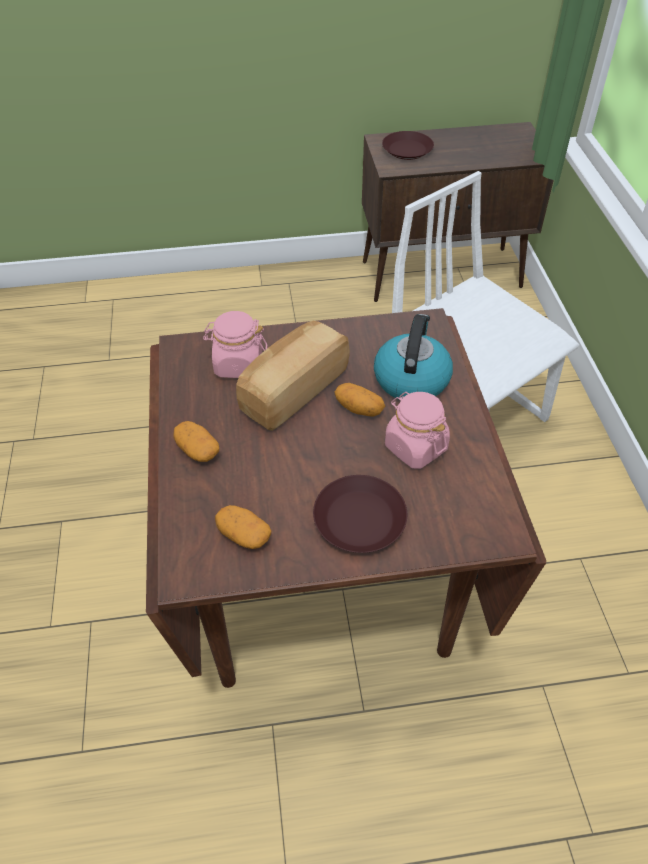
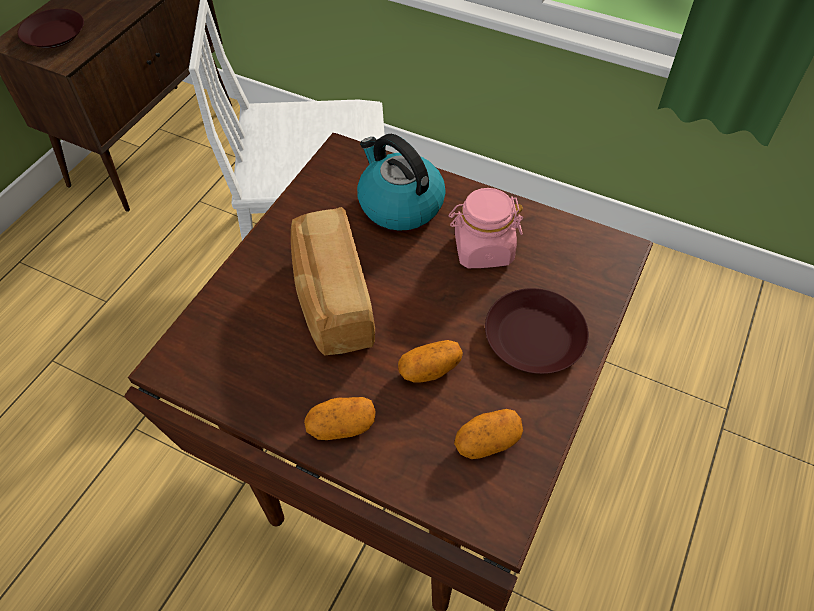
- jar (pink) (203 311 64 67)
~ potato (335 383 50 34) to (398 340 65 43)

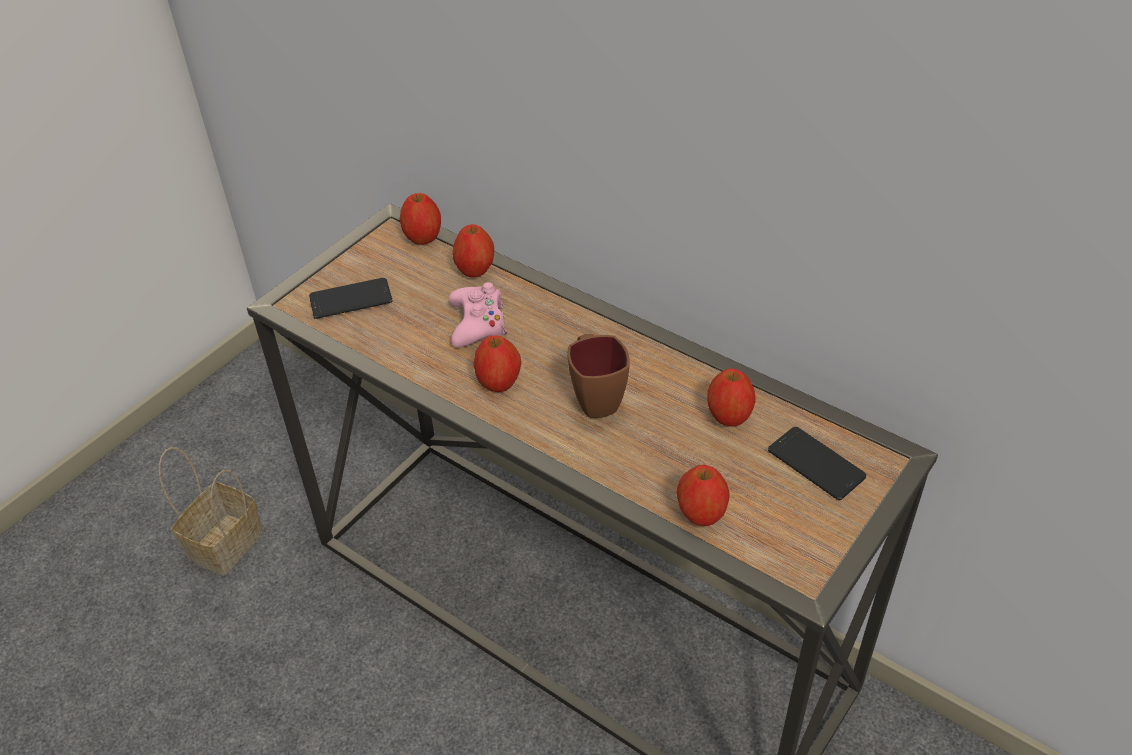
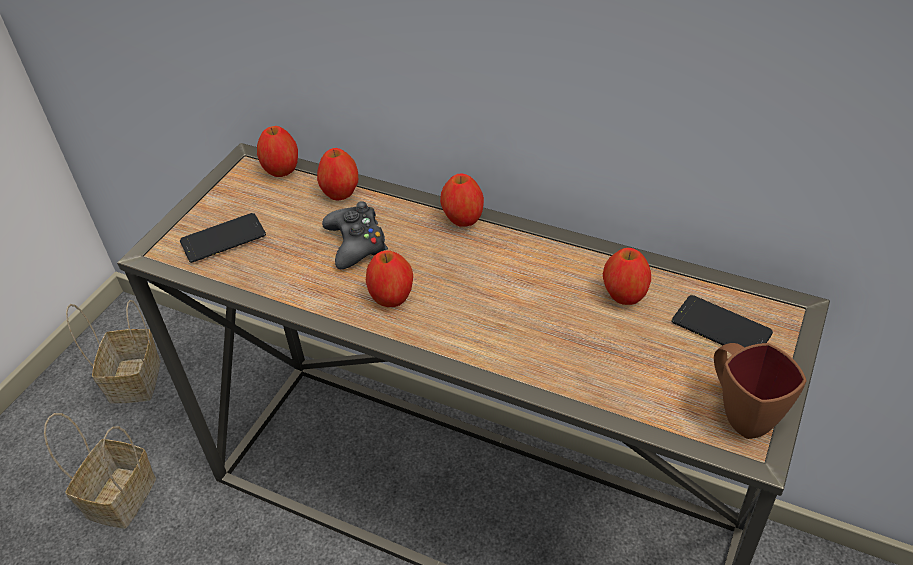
~ game controller (pink) (449 282 58 65) to game controller (black) (322 201 66 68)
~ mug (brown) (568 334 62 84) to (714 343 93 96)
~ apple (676 465 54 61) to (440 174 44 53)
+ basket (66 300 94 103)

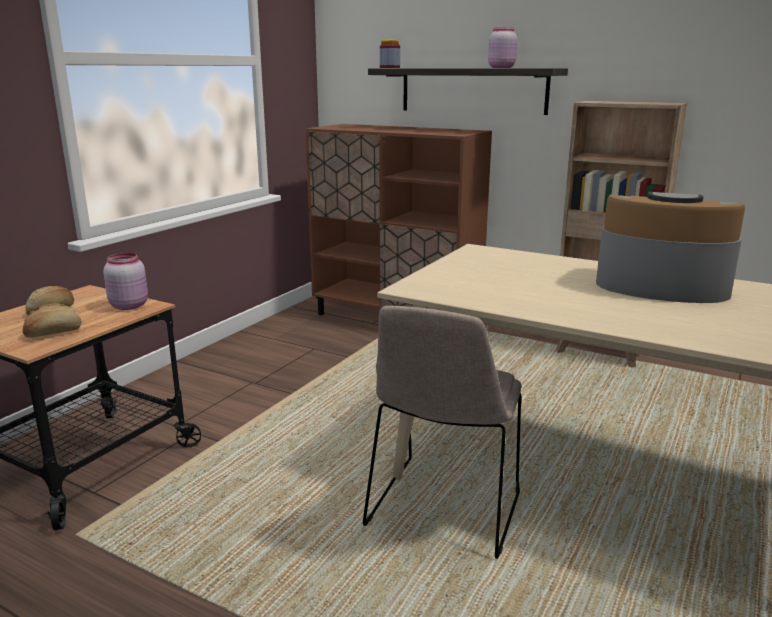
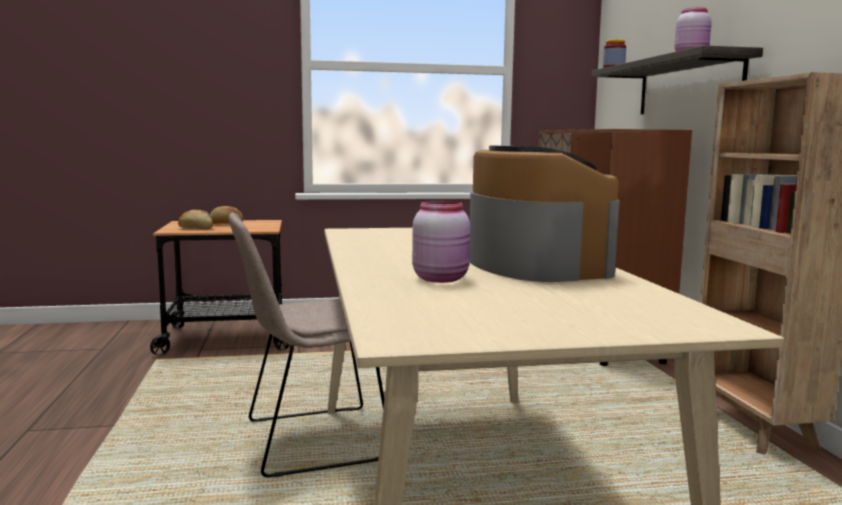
~ jar (pink) (103 253 45 57) to (412 201 58 82)

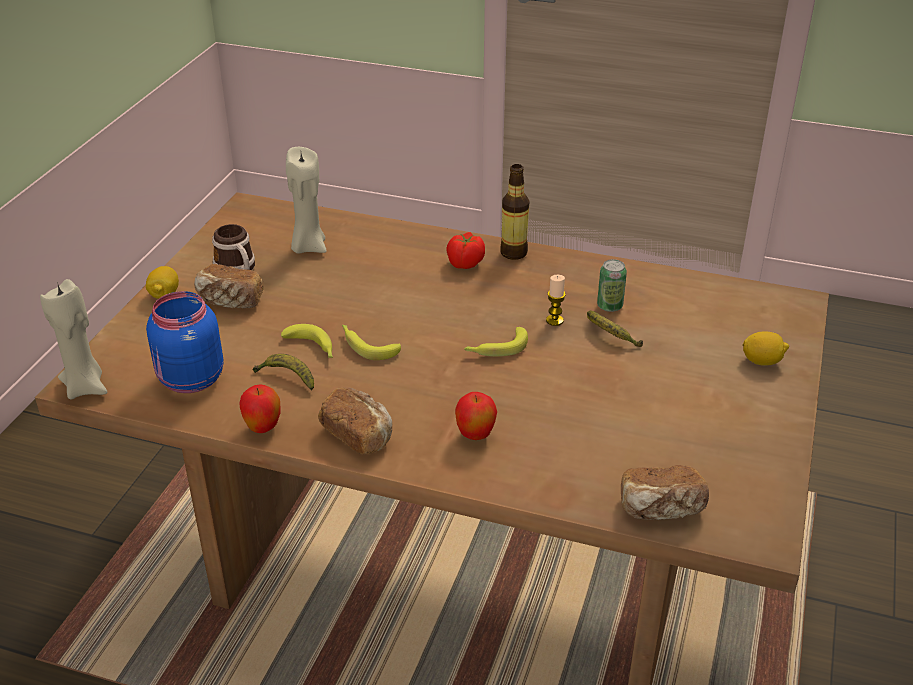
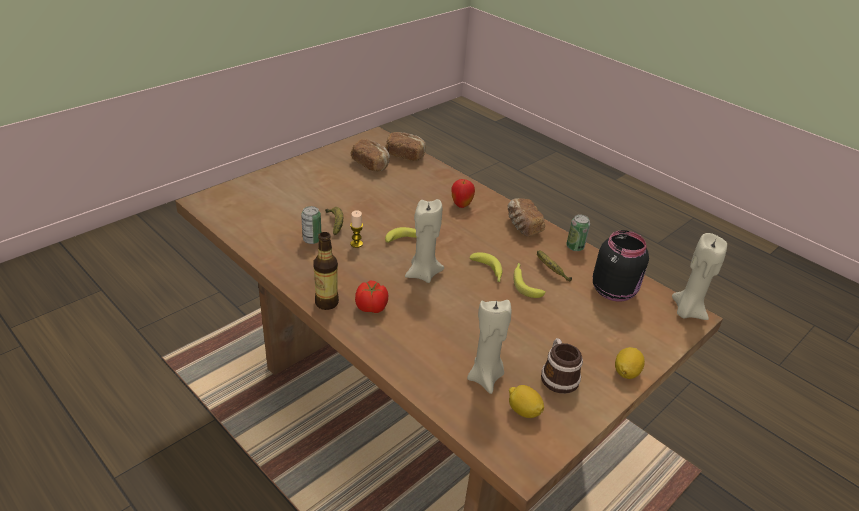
~ jar (blue) (146 291 78 102) to jar (black) (593 230 56 72)
~ bread (194 264 70 45) to (351 139 39 32)
~ apple (239 384 42 49) to can (566 214 24 37)
~ lemon (742 331 47 35) to (509 385 35 33)
+ candle (beige) (405 199 39 84)

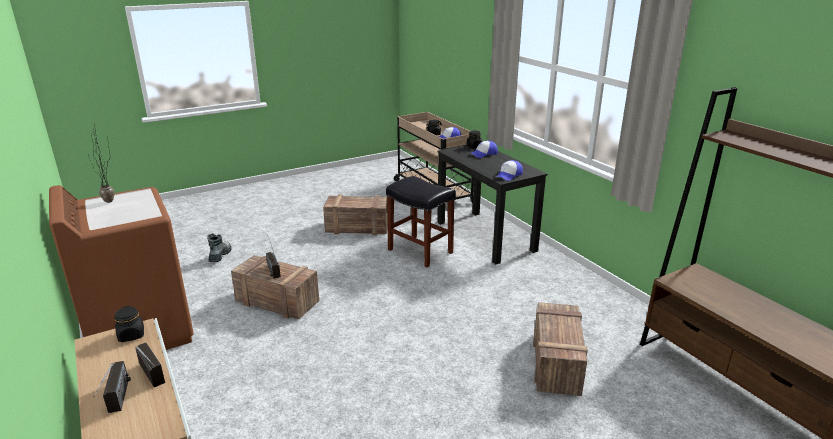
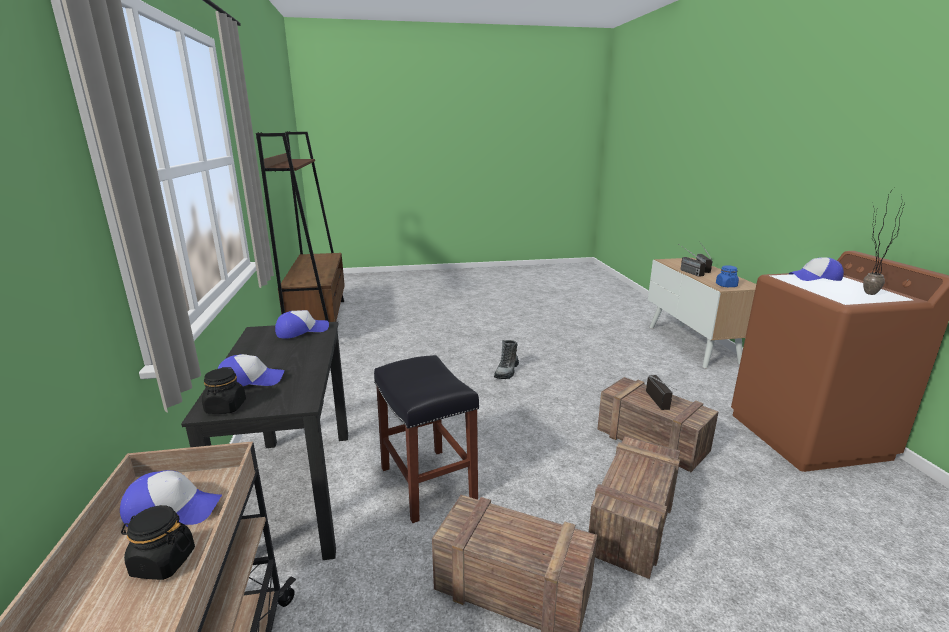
~ jar (black) (114 306 30 36) to jar (blue) (716 265 23 22)
~ boot (207 234 25 28) to (494 340 25 39)
~ crate (533 302 55 94) to (589 436 91 143)
+ cap (789 257 55 24)

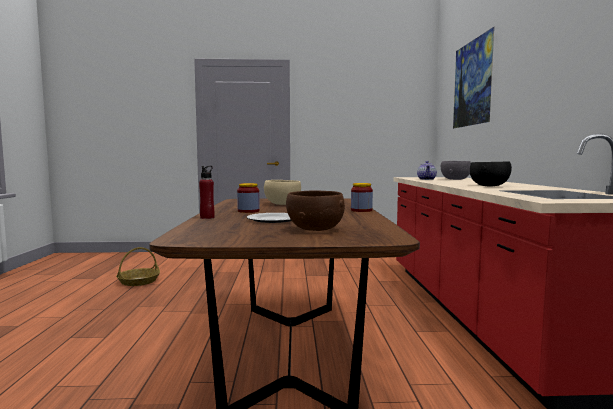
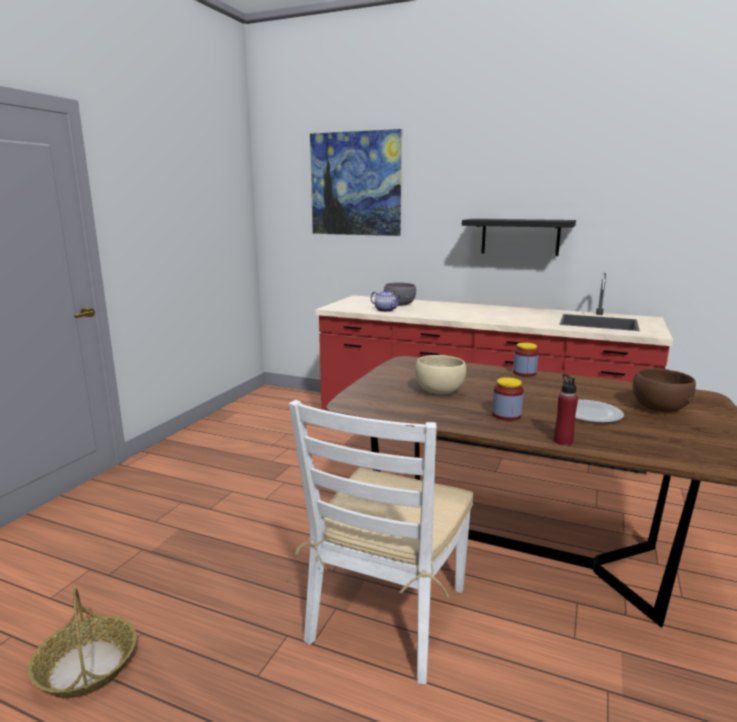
- bowl (black) (470 161 42 25)
+ chair (white) (289 400 185 284)
+ shelf (black) (462 219 114 37)

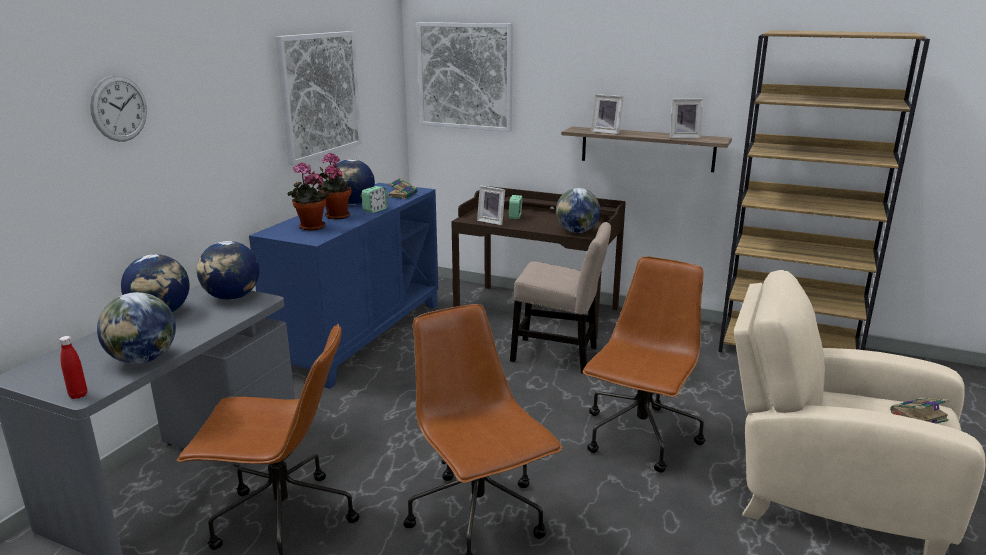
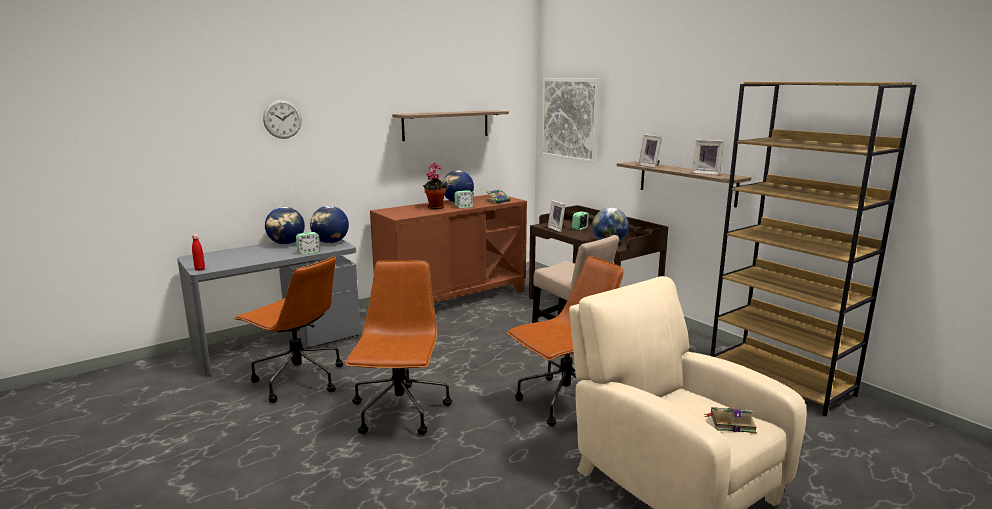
- globe (97 292 79 72)
~ cabinet (blue) (249 183 189 206) to cabinet (brown) (370 195 157 108)
~ picture (275 31 87 134) to shelf (392 110 117 31)
- potted plant (287 162 42 69)
+ alarm clock (296 232 24 22)

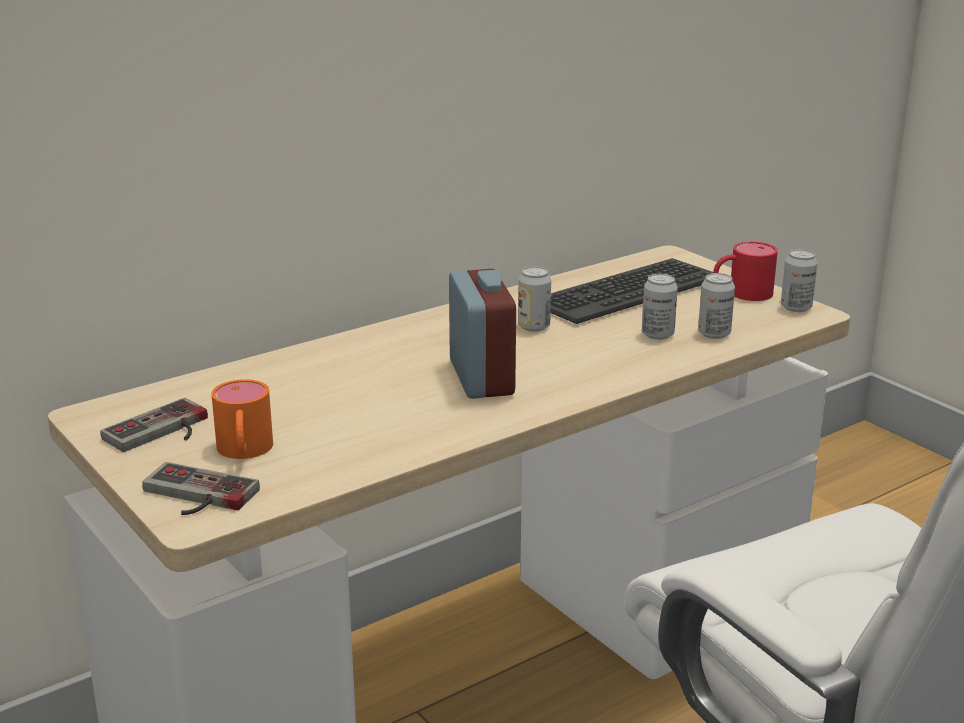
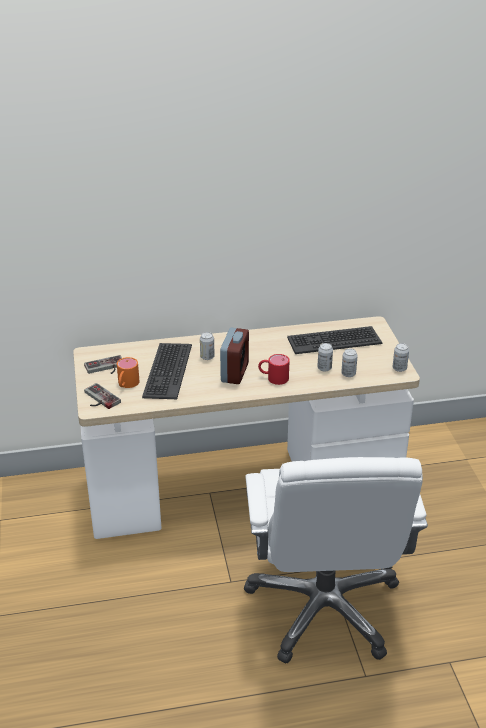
~ can (518 267 33 65) to (200 332 14 28)
~ mug (red) (713 242 65 59) to (258 354 32 31)
+ keyboard (142 343 50 56)

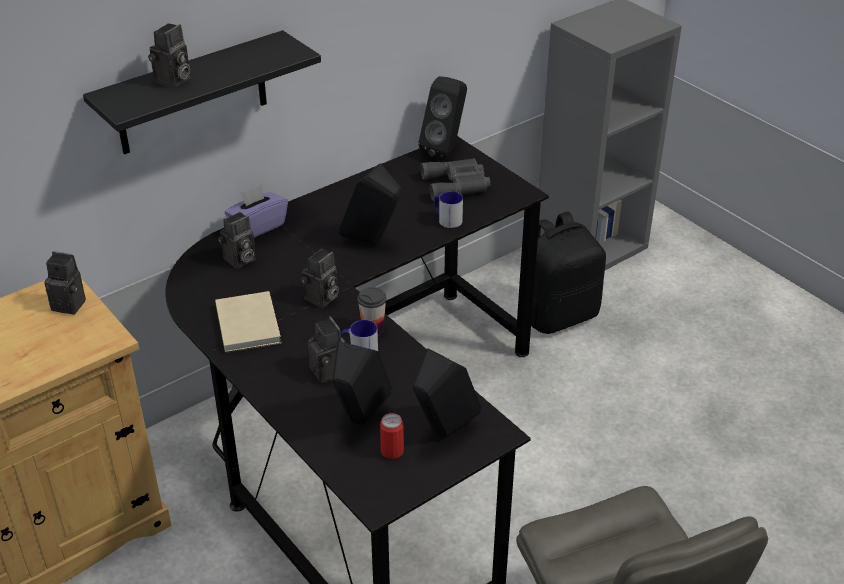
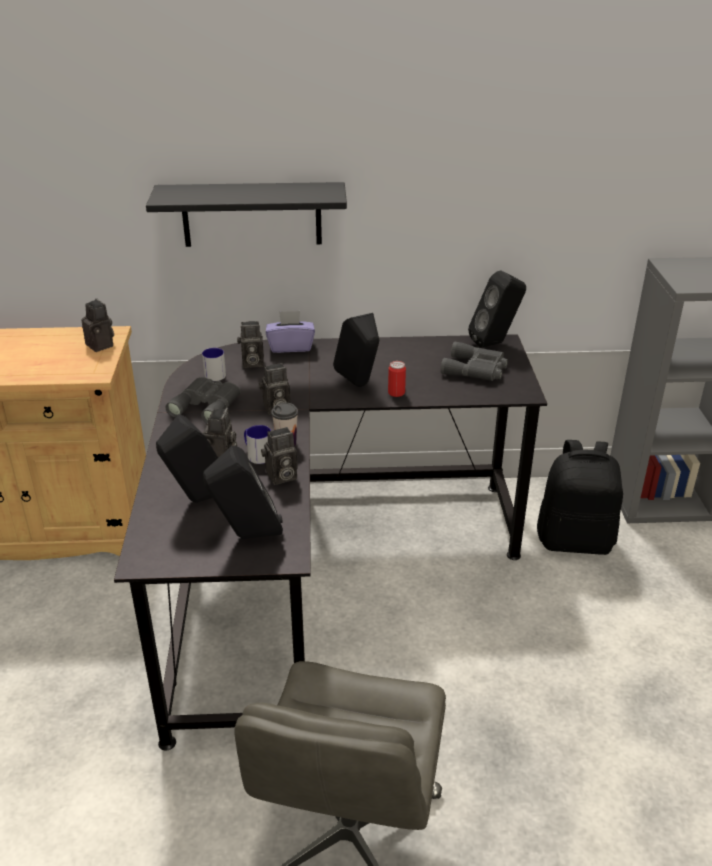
~ photo camera (148 23 42 65) to (261 427 37 58)
~ book (beige) (215 291 66 62) to binoculars (grey) (165 377 76 47)
~ can (380 413 24 46) to (388 361 18 36)
~ mug (434 191 29 37) to (202 348 24 33)

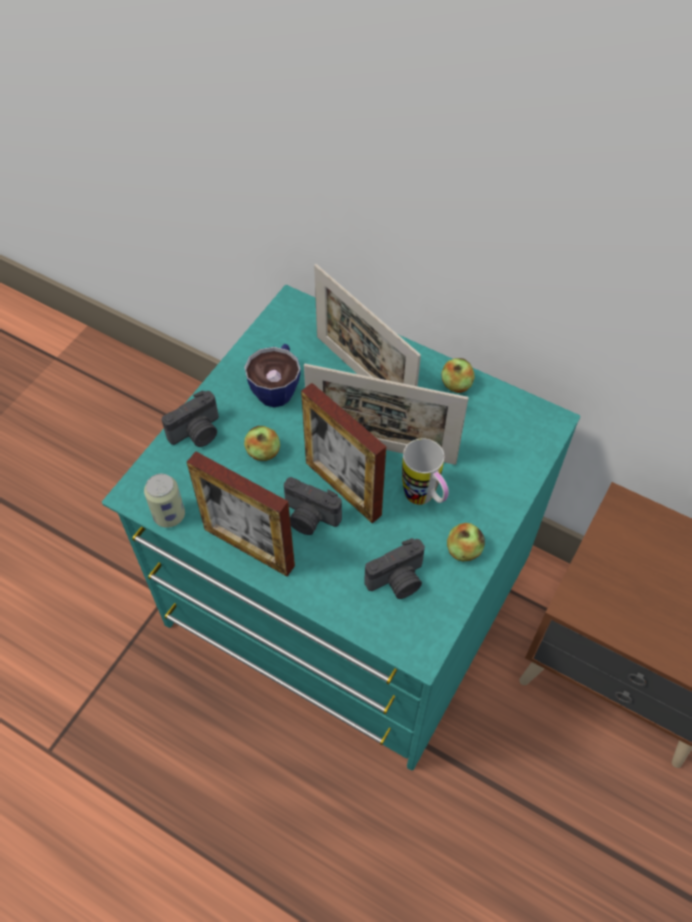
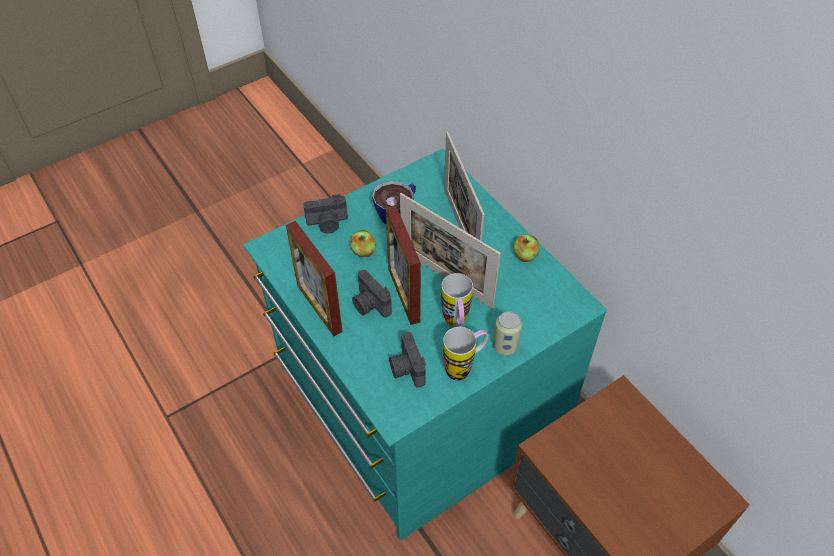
~ can (144 474 41 54) to (493 312 29 43)
~ photo camera (364 538 61 61) = (389 332 37 56) 75 degrees clockwise
~ apple (447 523 38 38) to mug (443 327 45 54)

